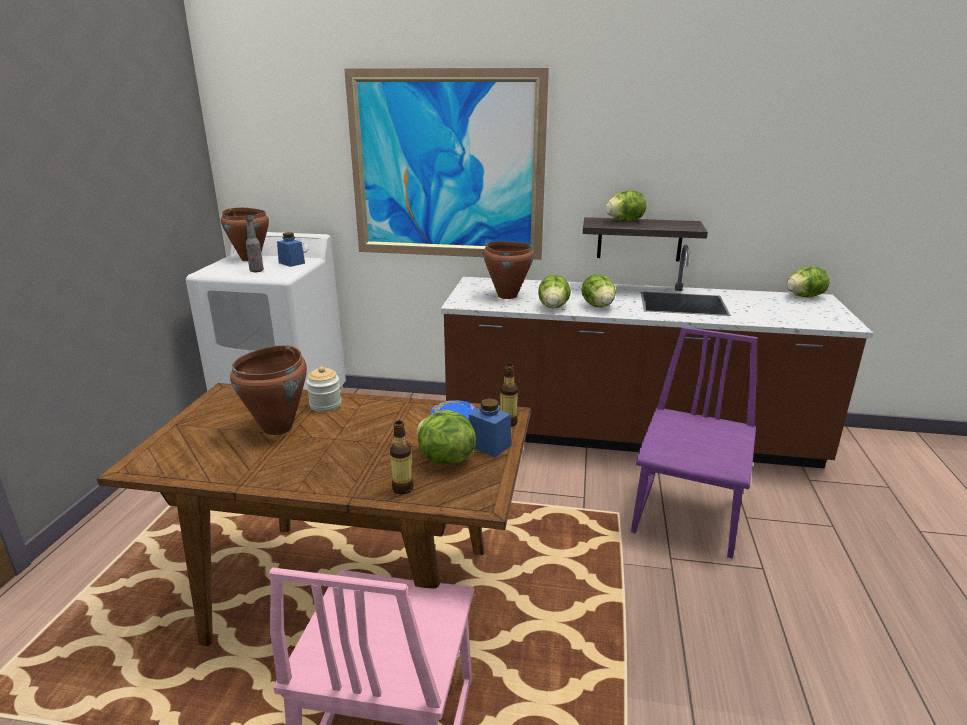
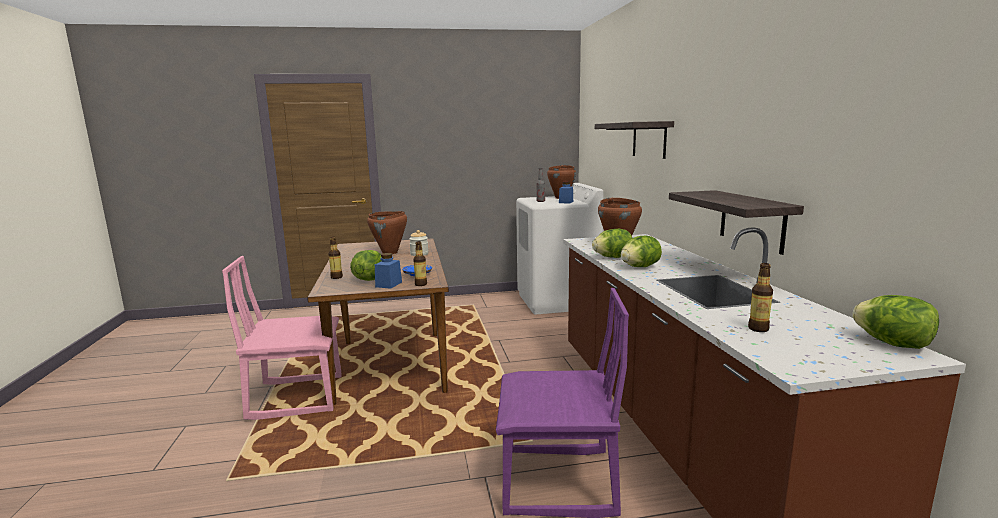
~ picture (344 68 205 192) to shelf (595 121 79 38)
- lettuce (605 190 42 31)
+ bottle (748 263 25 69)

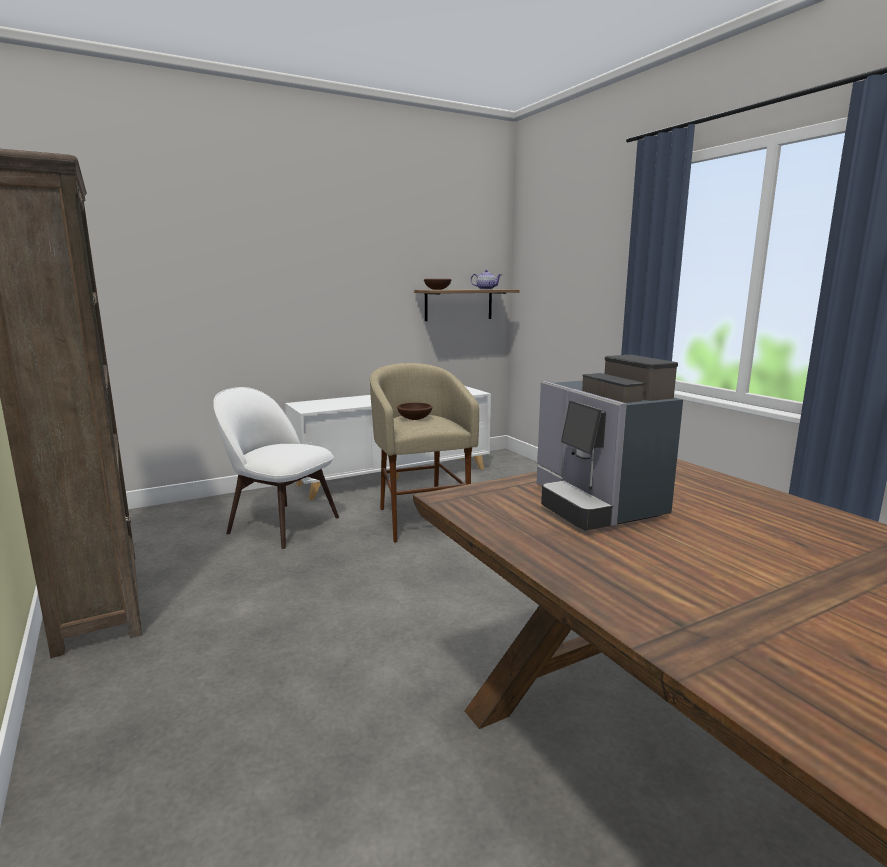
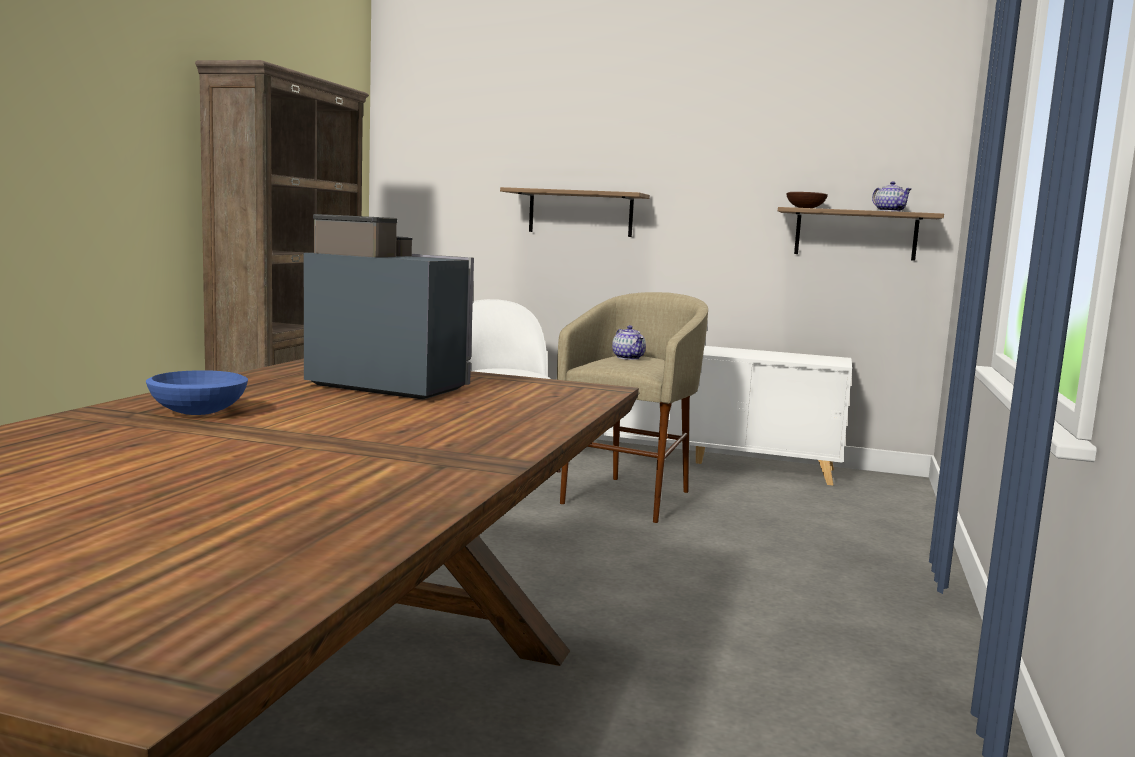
~ bowl (brown) (397 403 35 17) to teapot (612 325 34 35)
~ coffee machine (537 355 146 176) = (304 214 170 185) 90 degrees clockwise
+ bowl (blue) (146 370 102 45)
+ shelf (500 187 150 50)

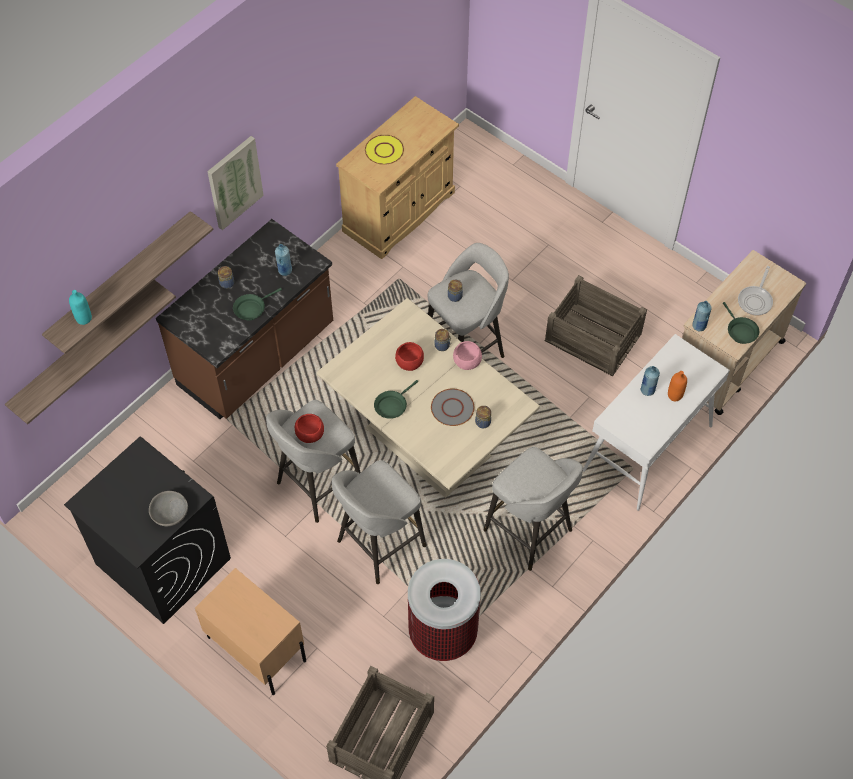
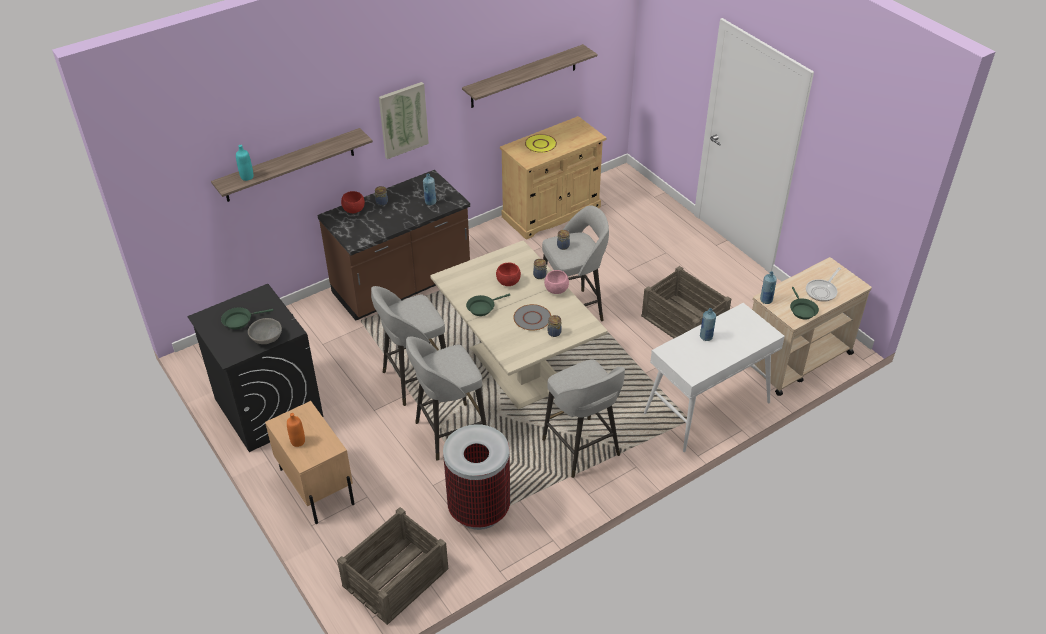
~ shelf (5 280 171 144) to (462 44 135 64)
~ frying pan (green) (233 288 49 32) to (221 307 52 22)
~ bowl (red) (295 414 29 29) to (341 191 24 22)
~ bottle (orange) (668 371 19 31) to (287 413 18 34)

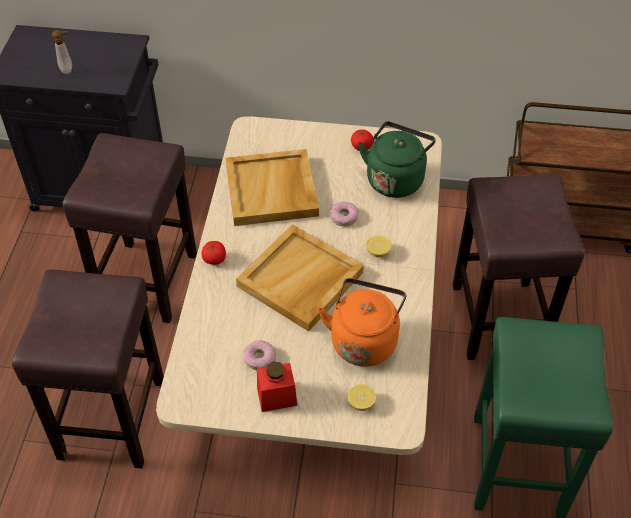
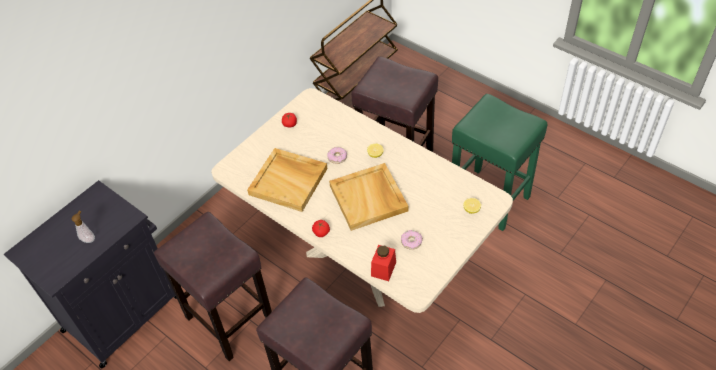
~ jar (red) (257 361 40 51) to (371 245 25 36)
- kettle (orange) (318 278 88 89)
- kettle (green) (358 122 78 76)

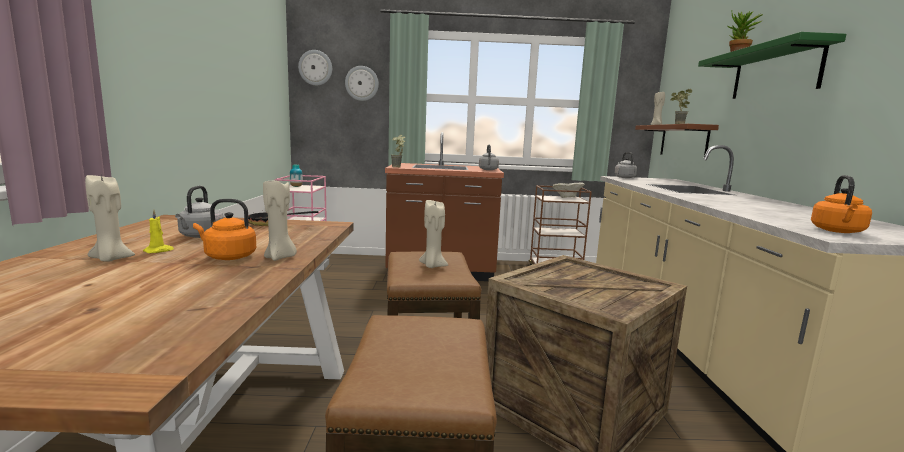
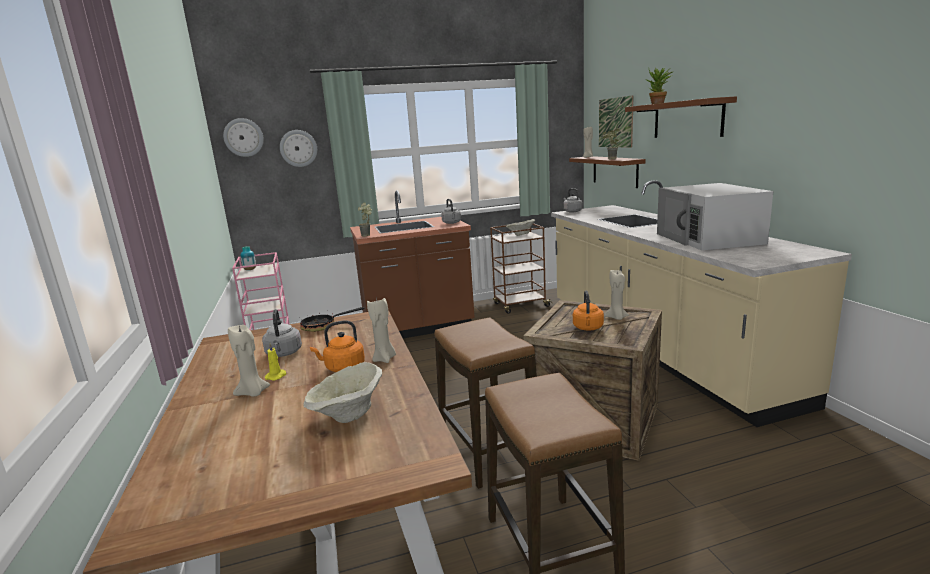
~ candle (beige) (419 199 29 69) to (604 270 25 50)
~ shelf (green) (698 32 148 67) to shelf (brown) (625 96 112 42)
~ kettle (orange) (811 175 61 58) to (573 291 31 39)
+ bowl (beige) (303 362 79 61)
+ picture (599 95 35 53)
+ microwave (white) (657 183 116 67)

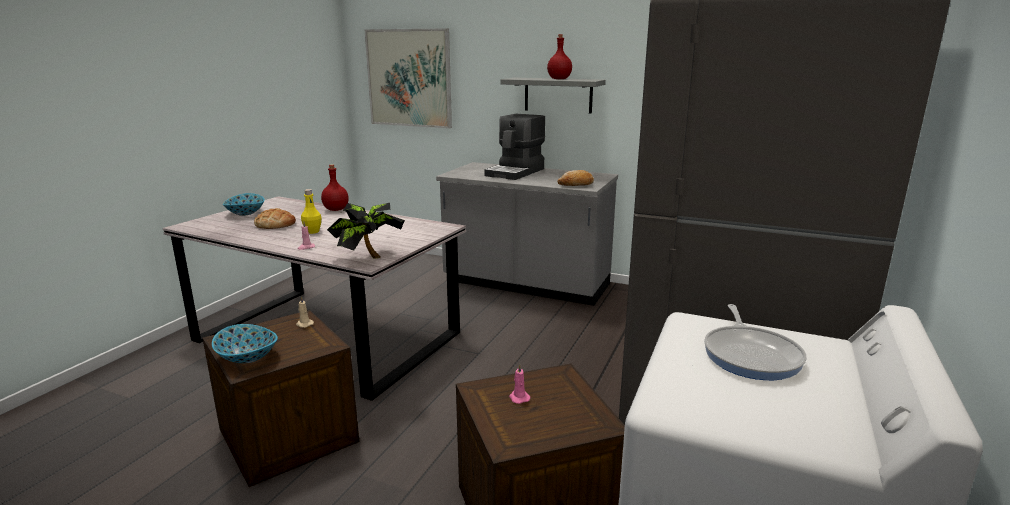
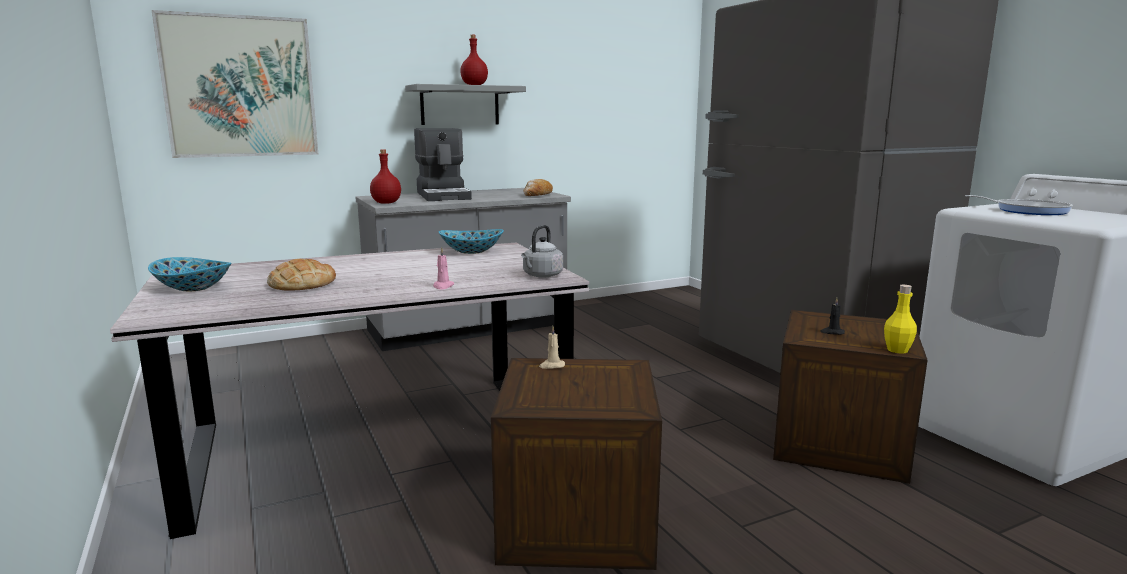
~ bowl (212 324 66 39) to (438 229 66 25)
~ bottle (yellow) (301 189 21 45) to (884 285 33 69)
~ bottle (red) (321 164 28 47) to (370 149 31 55)
~ potted plant (327 203 78 56) to kettle (grey) (521 225 42 53)
~ candle (pink) (509 364 21 40) to candle (black) (820 298 25 37)

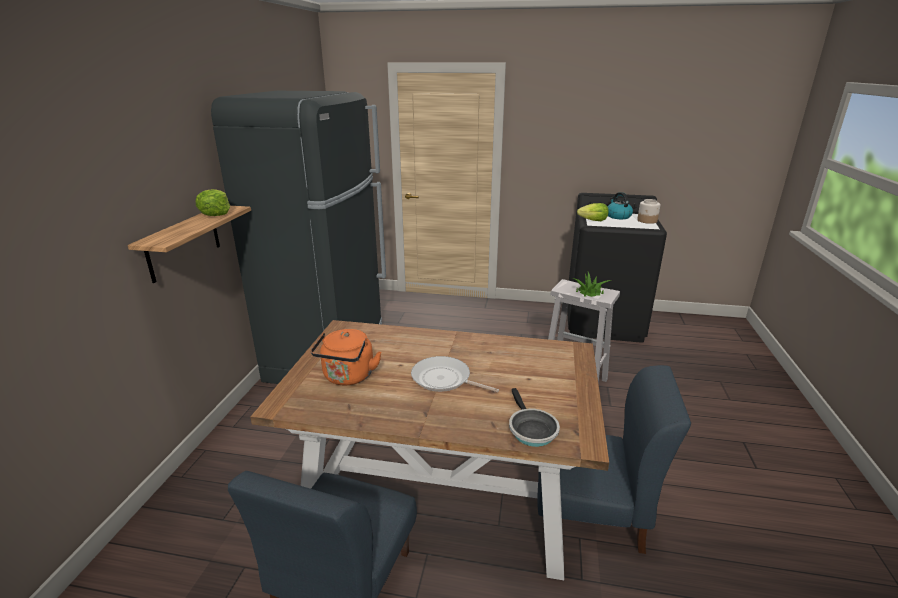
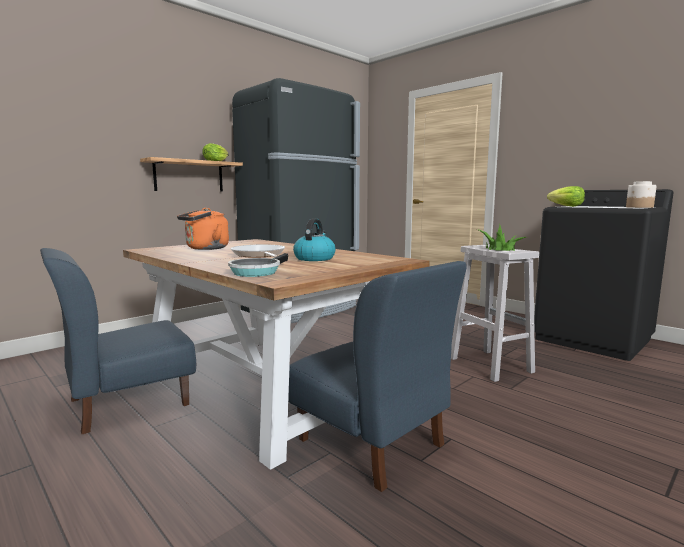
~ kettle (608 192 25 27) to (293 218 43 43)

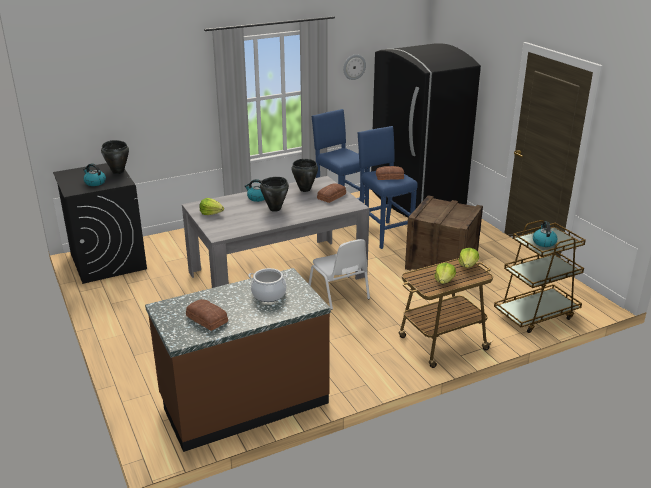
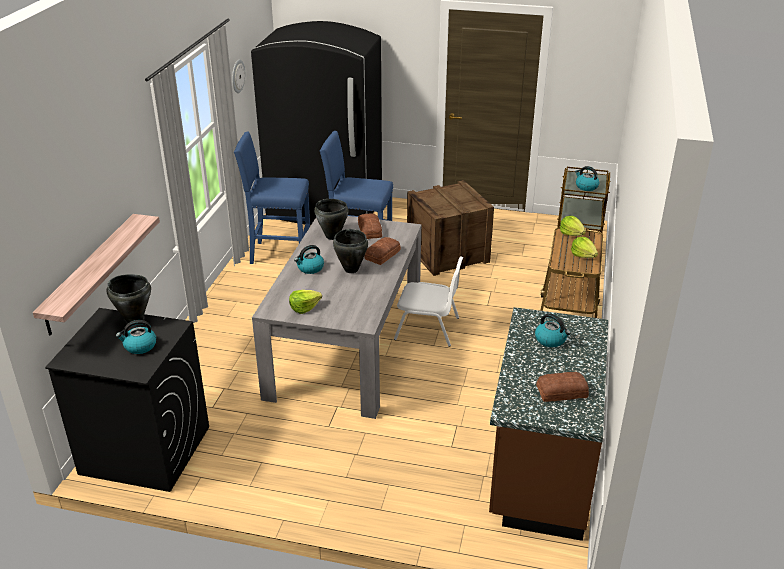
~ cooking pot (248 268 40 34) to kettle (535 313 36 34)
~ bread (376 166 28 14) to (364 237 37 28)
+ shelf (33 214 127 121)

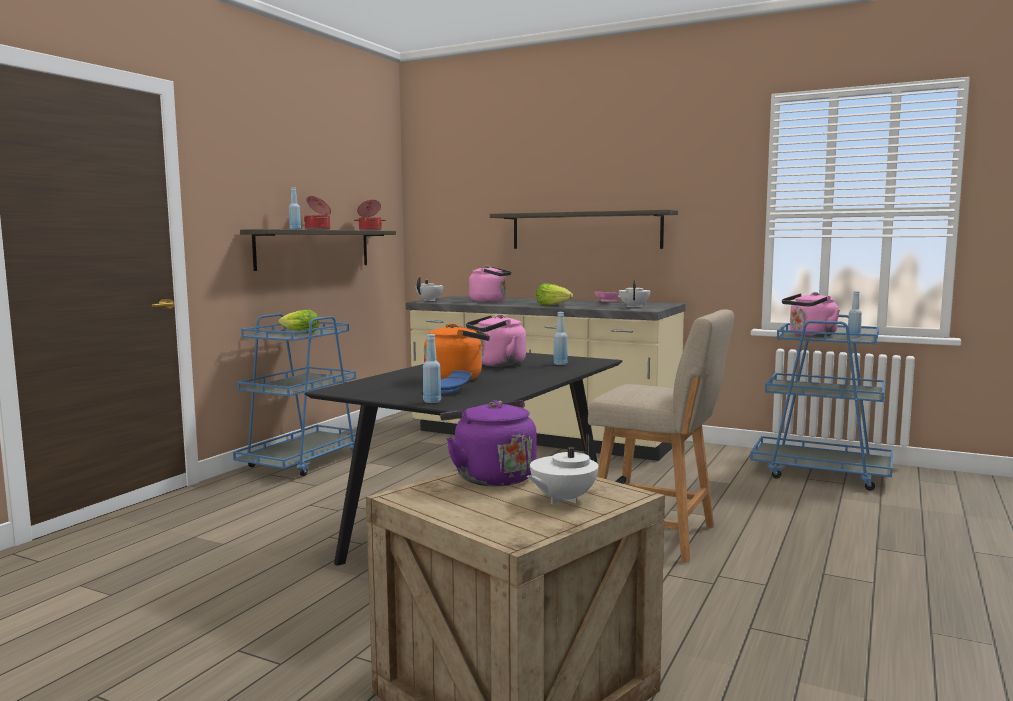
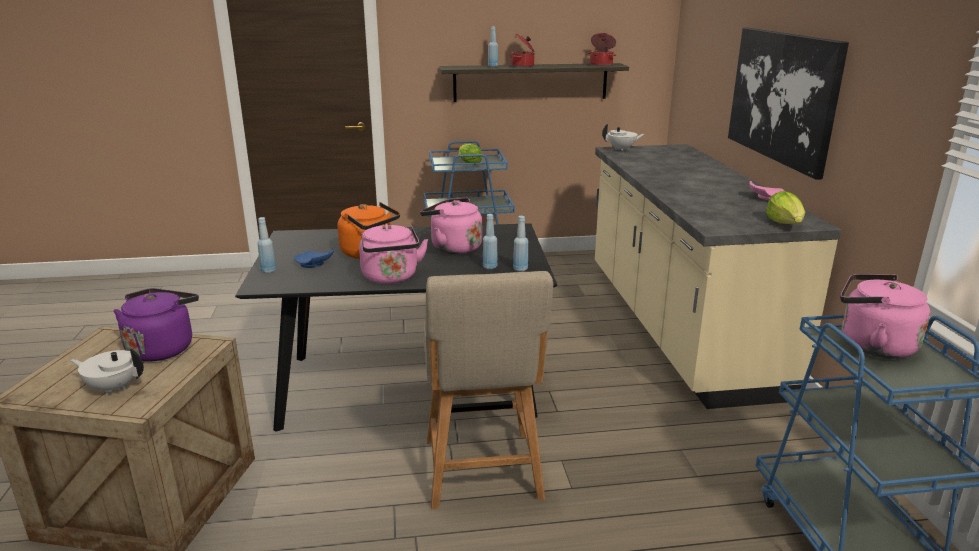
~ kettle (pink) (469 265 42 37) to (359 224 69 60)
~ shelf (490 210 188 39) to picture (728 27 121 153)
~ lettuce (536 283 37 22) to (766 191 39 33)
- teapot (white) (619 280 31 28)
~ bottle (blue) (848 291 14 47) to (513 216 15 55)

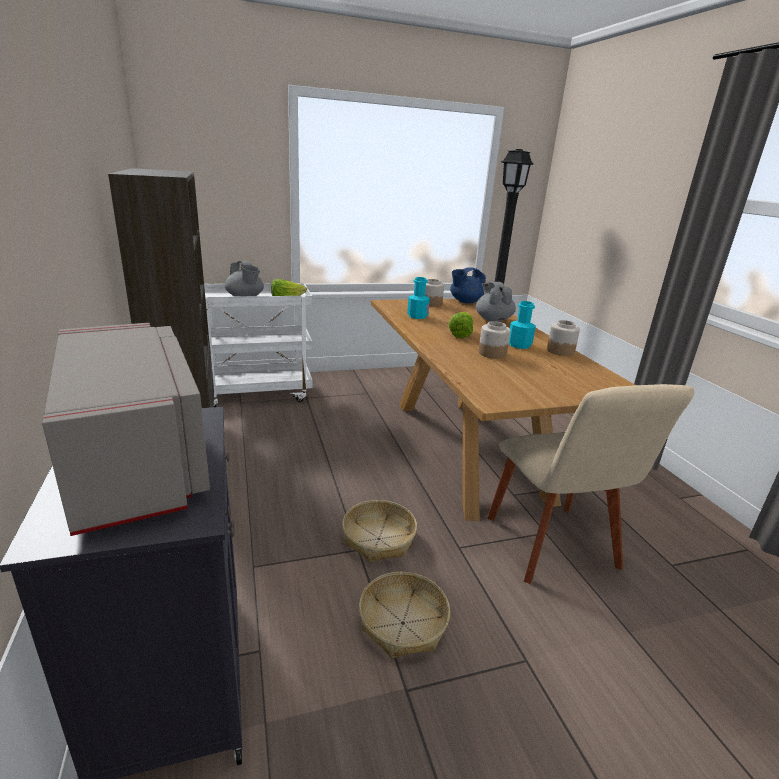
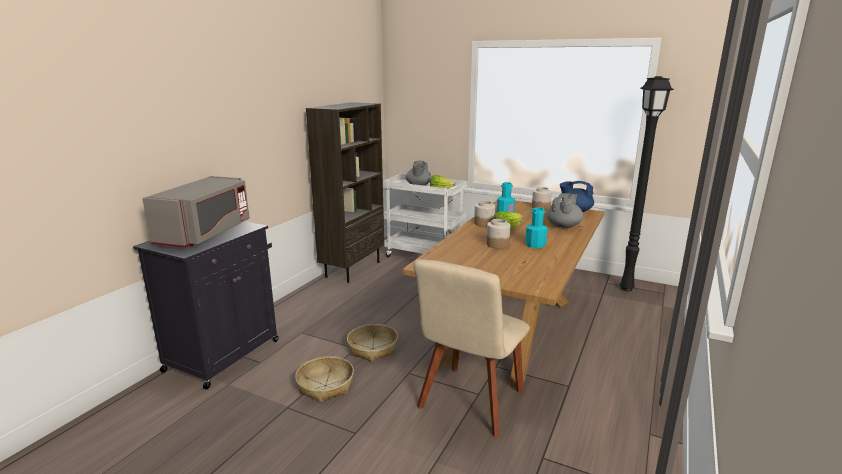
~ jar (547 320 33 36) to (474 201 21 26)

